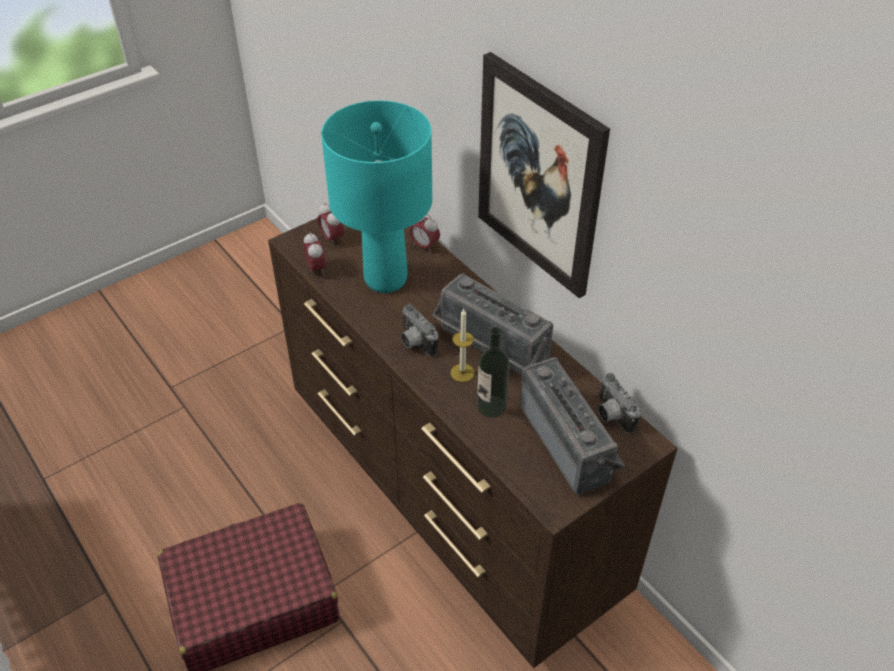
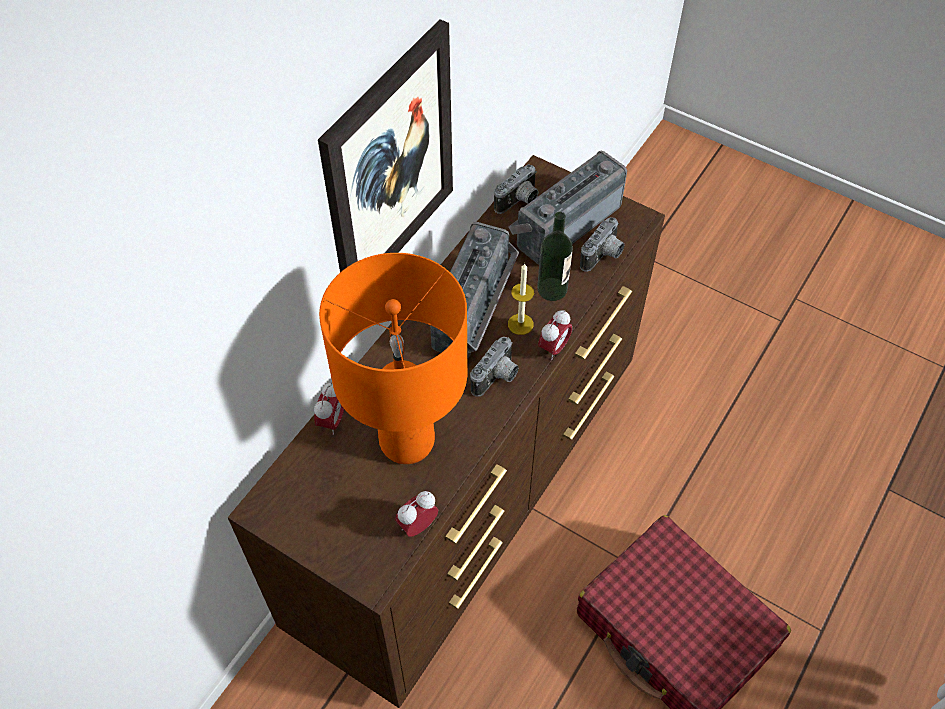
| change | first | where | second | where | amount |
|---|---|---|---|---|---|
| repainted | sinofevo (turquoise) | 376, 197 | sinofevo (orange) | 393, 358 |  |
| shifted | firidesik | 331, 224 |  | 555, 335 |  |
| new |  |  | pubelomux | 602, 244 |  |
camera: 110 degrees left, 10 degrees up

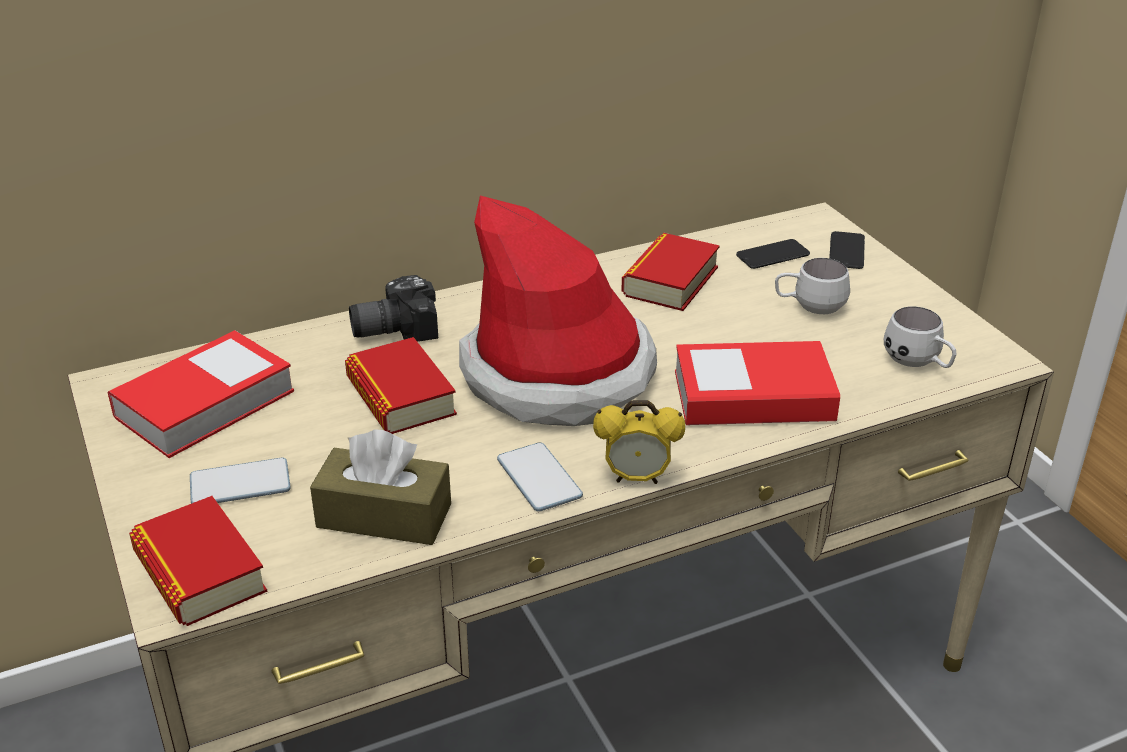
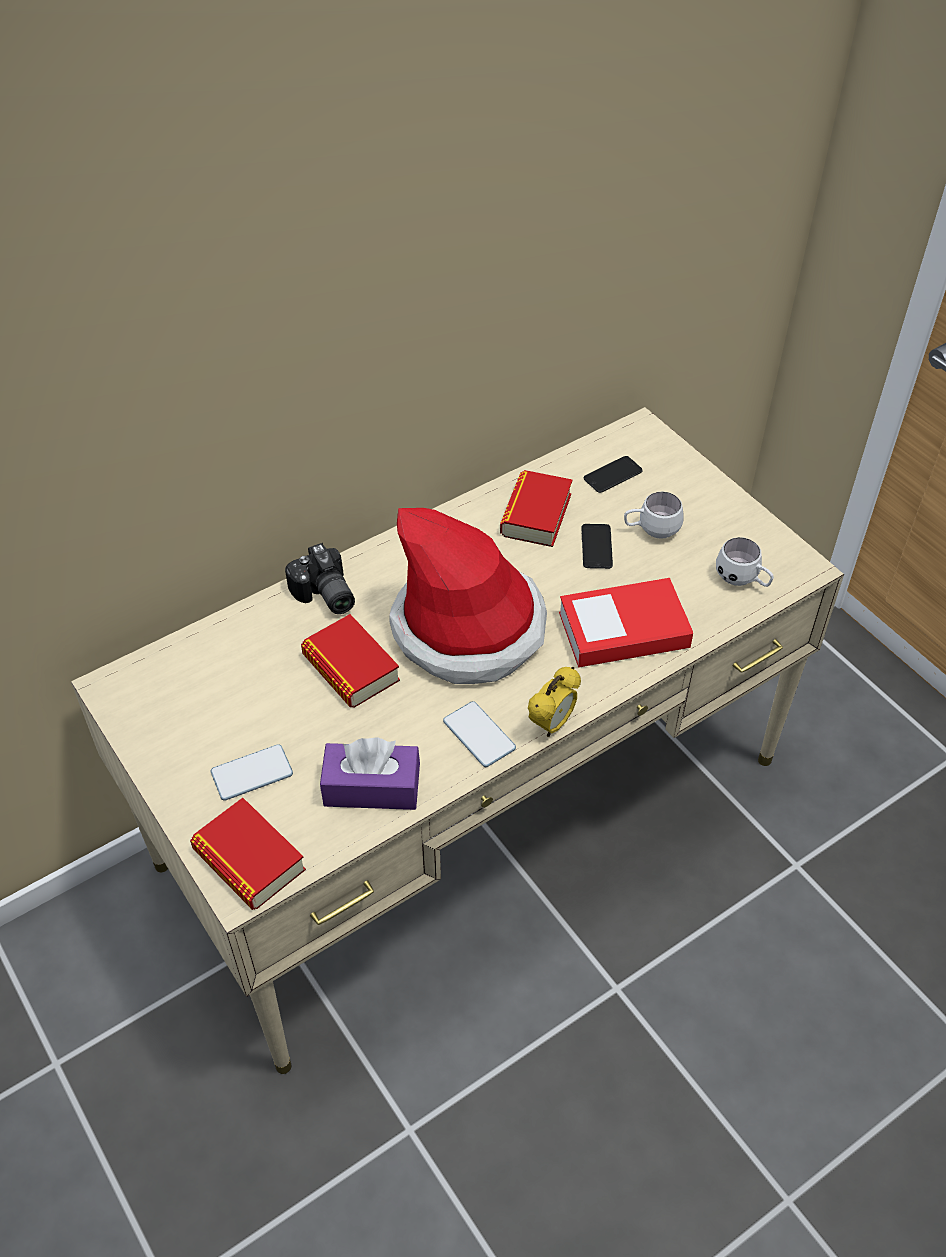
| change | first | where | second | where | amount |
|---|---|---|---|---|---|
| rotated | pubelomux | 393, 308 |  | 320, 578 | 90 degrees counterclockwise |
| repainted | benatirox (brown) | 380, 487 | benatirox (purple) | 370, 773 |  |
| rotated | firidesik | 639, 442 |  | 554, 702 | 45 degrees counterclockwise |
| shifted | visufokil | 847, 250 |  | 597, 546 |  |
| gone | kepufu | 200, 394 |  |  |  |
camera: 10 degrees left, 15 degrees up

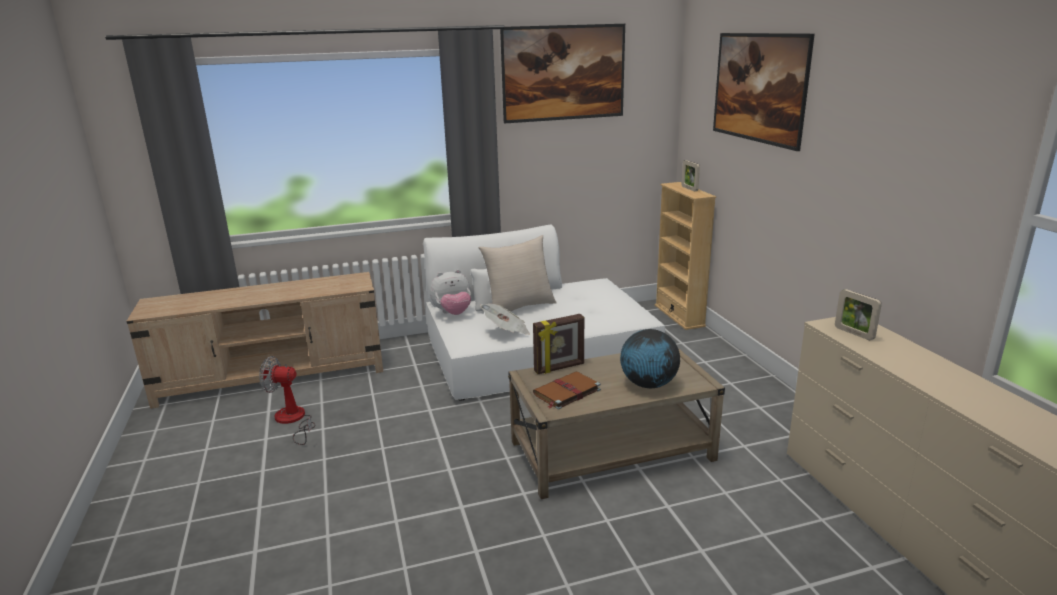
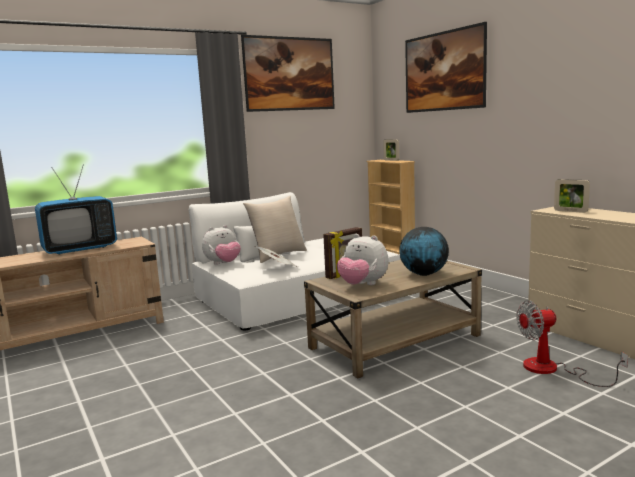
| change | first | where | second | where | amount |
|---|---|---|---|---|---|
| new |  |  | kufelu | 76, 211 |  |
| swapped | kepufu (brown) | 567, 390 | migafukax | 362, 259 |  |
| shifted | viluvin | 287, 400 |  | 572, 343 |  |
camera: 15 degrees left, 10 degrees down

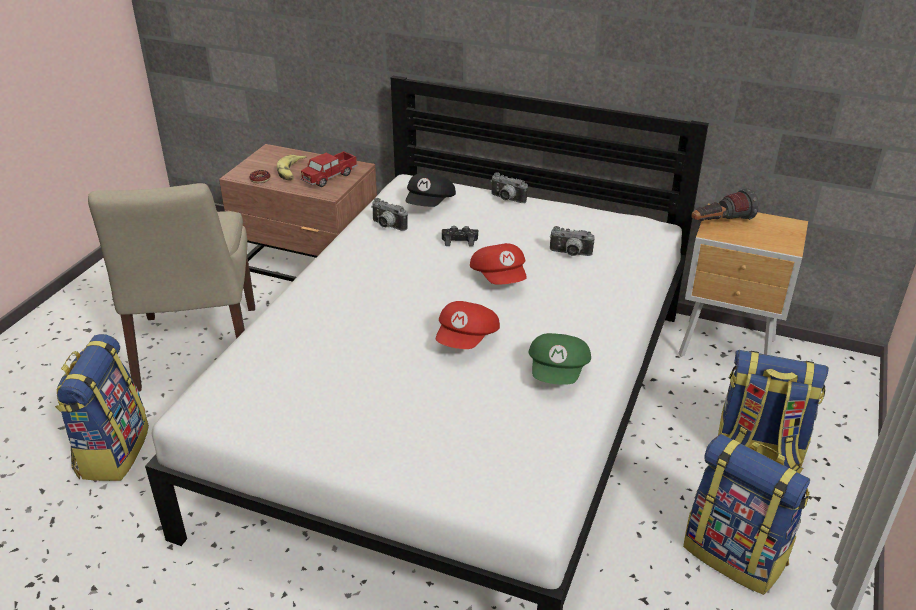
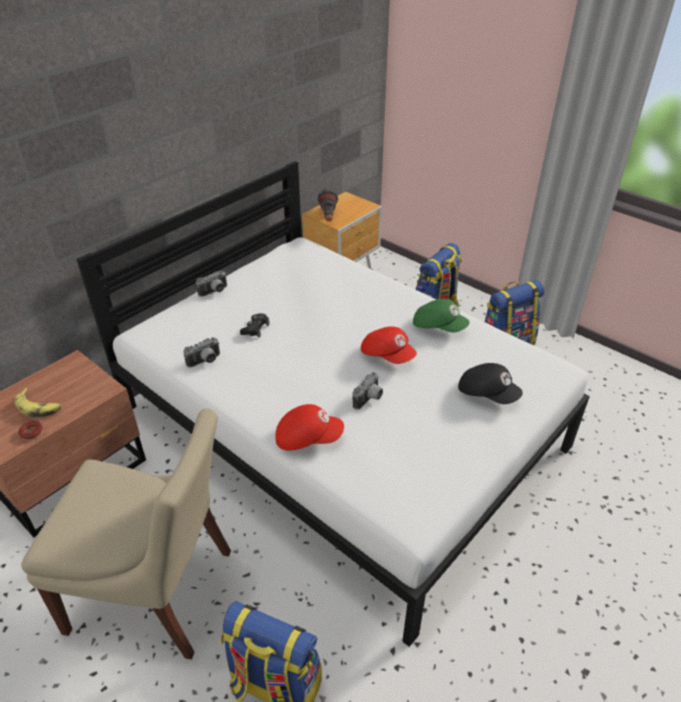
| change | first | where | second | where | amount |
|---|---|---|---|---|---|
| shifted | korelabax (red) | 498, 263 |  | 309, 427 |  |
| shifted | pubelomux | 572, 241 |  | 368, 391 |  |
| shifted | korelabax (black) | 430, 190 |  | 490, 383 |  |
| gone | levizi | 329, 169 |  |  |  |
camera: 70 degrees left, 5 degrees up

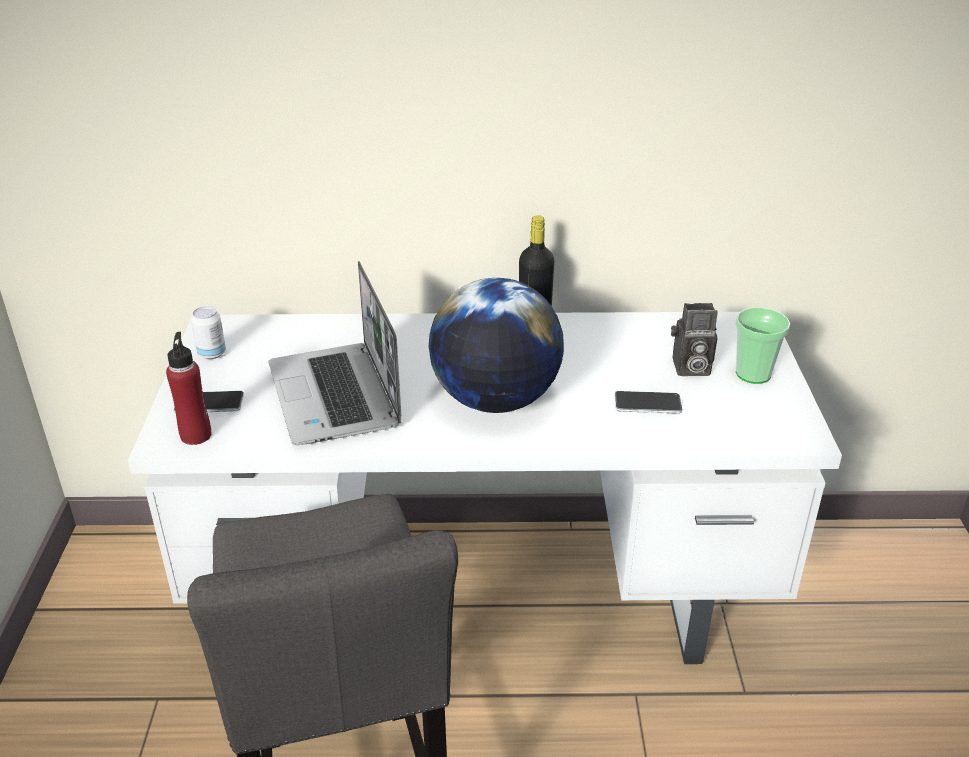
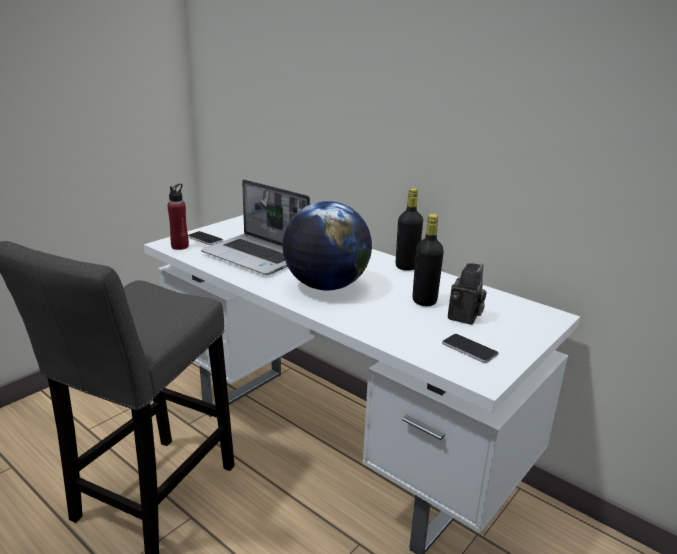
| change | first | where | second | where | amount |
|---|---|---|---|---|---|
| rotated | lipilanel | 335, 353 |  | 255, 227 | 75 degrees counterclockwise |
| new |  |  | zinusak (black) | 428, 260 |  |
| shifted | visufokil | 648, 402 |  | 470, 348 |  |
| rotated | pubelomux | 694, 339 |  | 467, 294 | 105 degrees counterclockwise |
| gone | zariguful | 208, 332 |  |  |  |
| gone | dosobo | 762, 346 |  |  |  |
camera: 40 degrees right, 10 degrees down

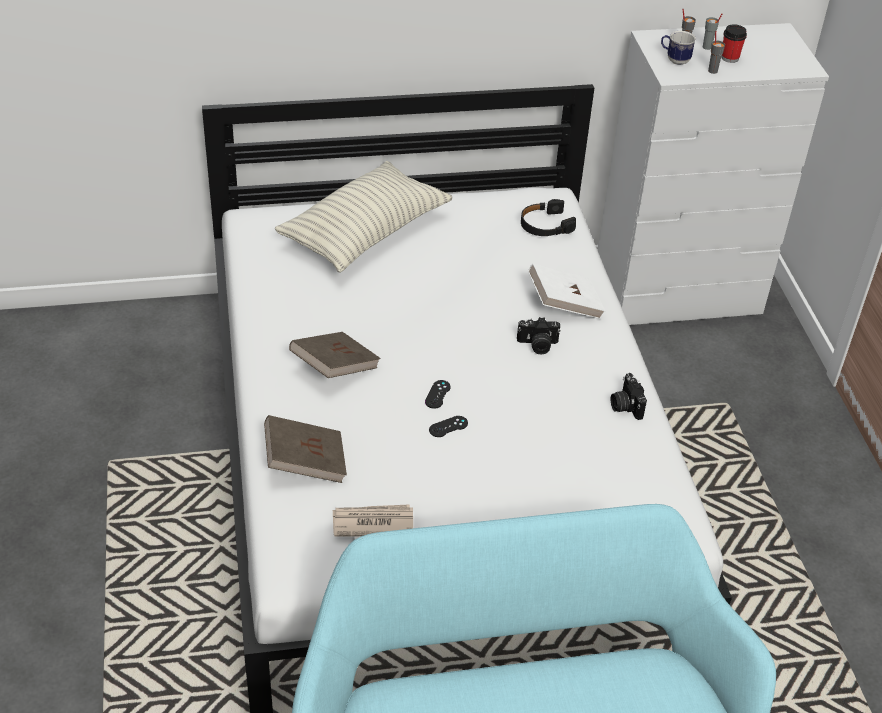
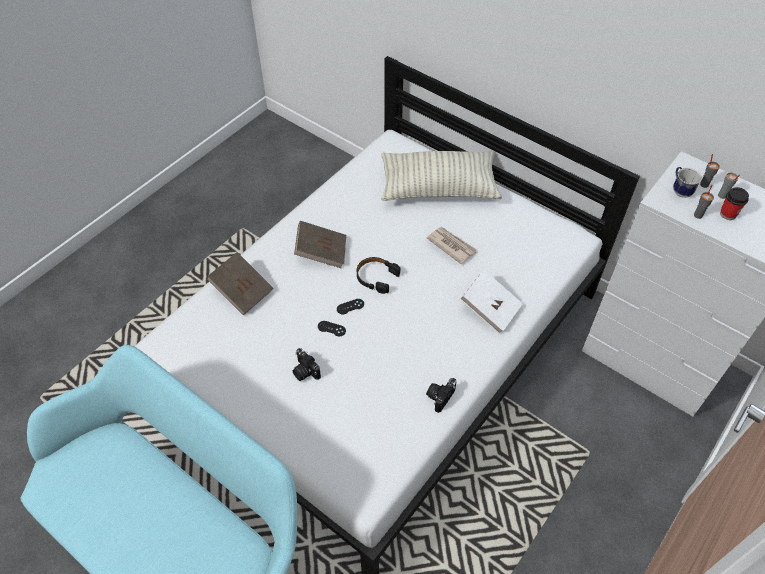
| change | first | where | second | where | amount |
|---|---|---|---|---|---|
| shifted | pubelomux | 539, 335 |  | 306, 364 |  |
| shifted | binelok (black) | 548, 217 |  | 379, 275 |  |
| shifted | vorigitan | 373, 521 |  | 452, 245 |  |
camera: 50 degrees right, 10 degrees up

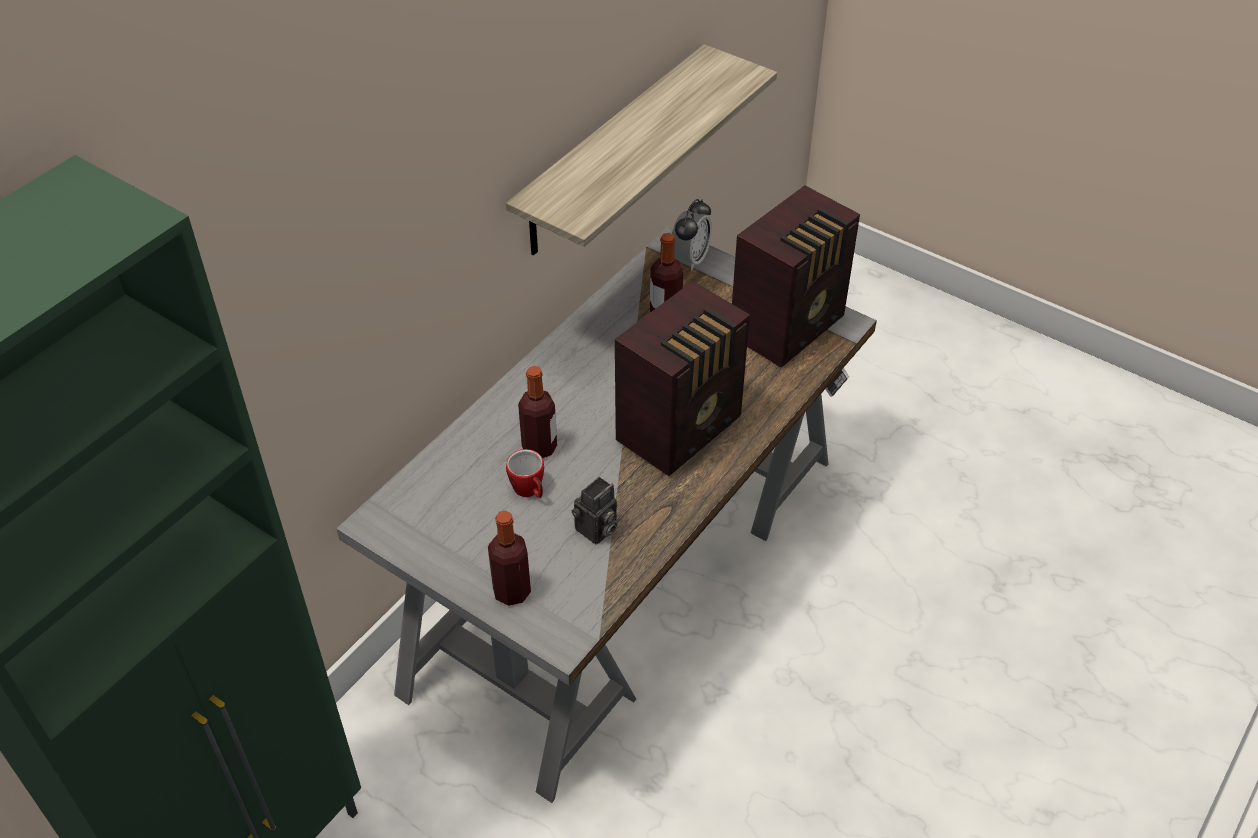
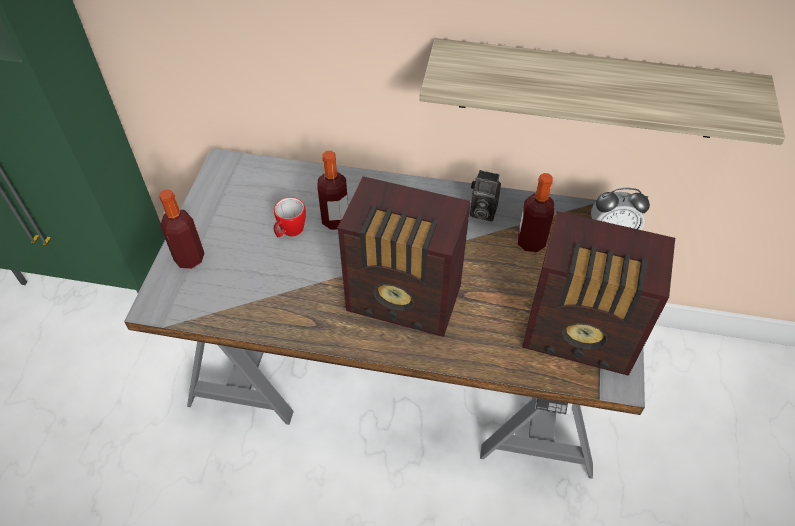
| change | first | where | second | where | amount |
|---|---|---|---|---|---|
| shifted | pubelomux | 594, 510 |  | 485, 195 |  |
camera: 65 degrees right, 5 degrees up

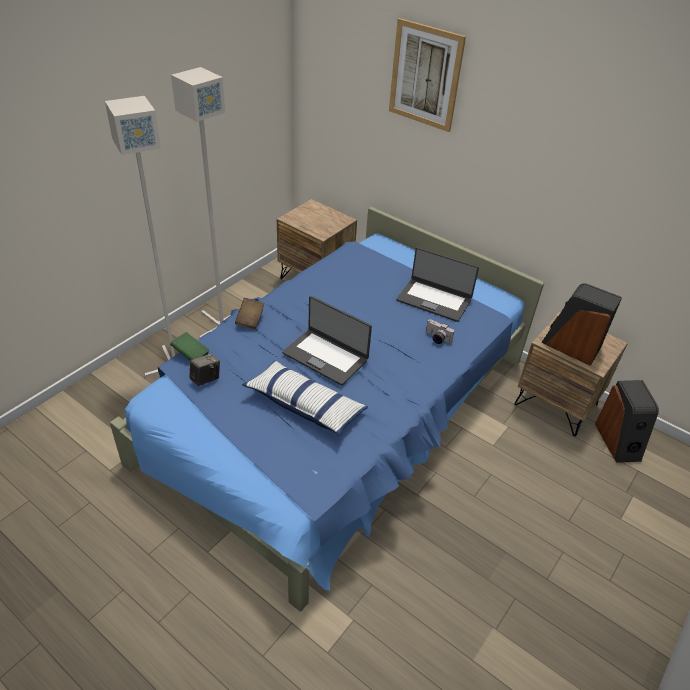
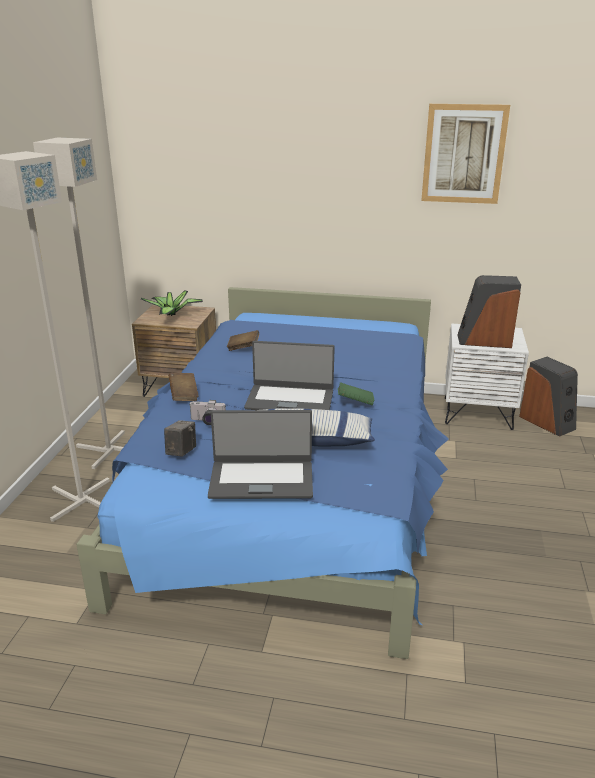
| change | first | where | second | where | amount |
|---|---|---|---|---|---|
| new |  |  | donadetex | 172, 303 |  |
| shifted | pubelomux | 440, 331 |  | 207, 412 |  |
| shifted | lipilanel | 437, 284 |  | 260, 454 |  |
| new |  |  | kepufu (brown) | 243, 340 |  |
| shifted | kepufu (green) | 190, 346 |  | 356, 393 |  |
| shifted | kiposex | 427, 75 |  | 465, 154 |  |
| repainted | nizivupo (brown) | 571, 374 | nizivupo (white) | 487, 377 |  |
camera: 25 degrees left, 15 degrees down

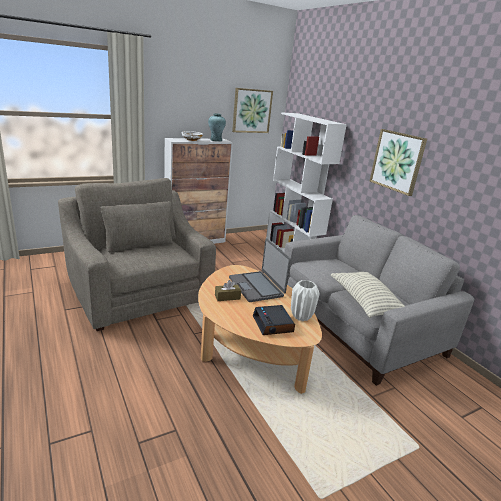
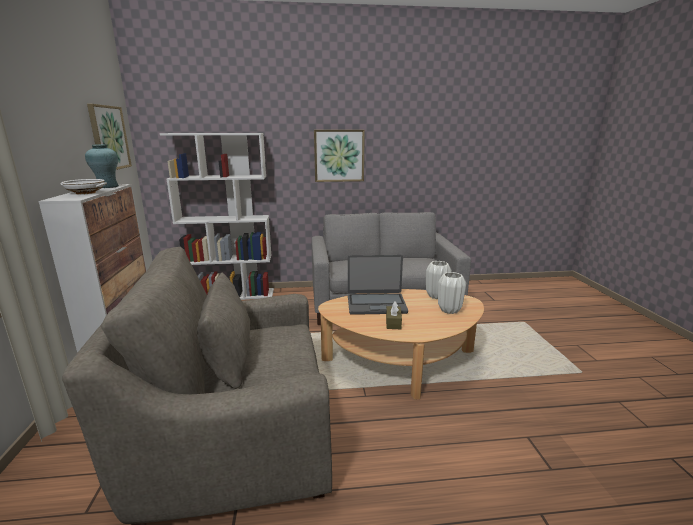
| change | first | where | second | where | amount |
|---|---|---|---|---|---|
| swapped | firidesik | 274, 320 | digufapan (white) | 452, 293 |  |
| gone | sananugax | 368, 295 |  |  |  |
camera: 65 degrees left, 5 degrees down

